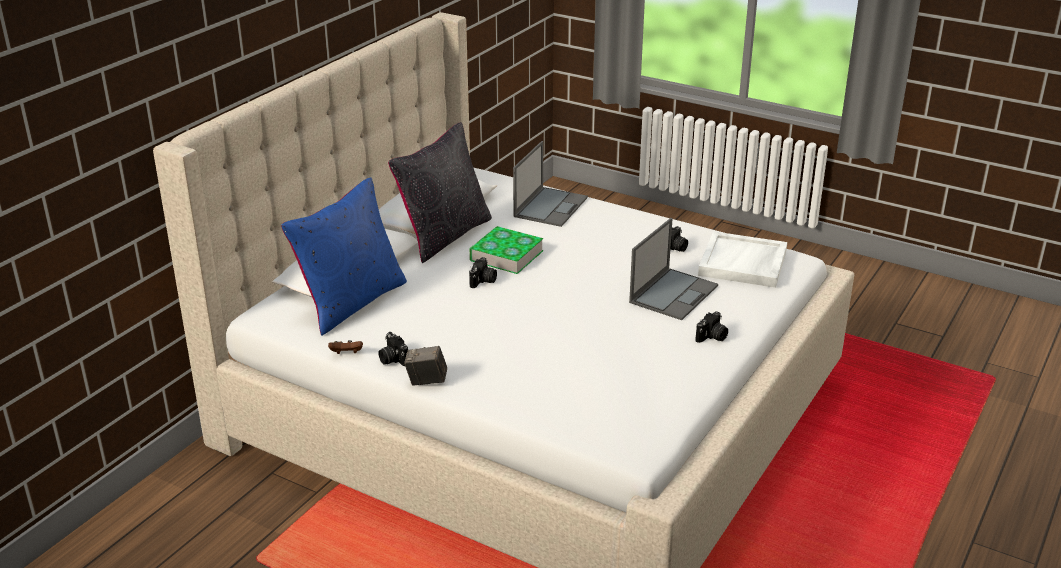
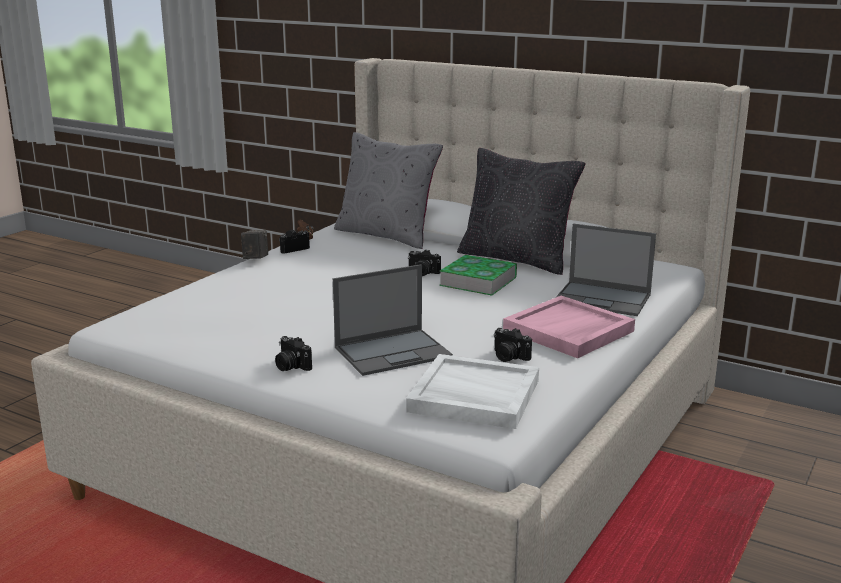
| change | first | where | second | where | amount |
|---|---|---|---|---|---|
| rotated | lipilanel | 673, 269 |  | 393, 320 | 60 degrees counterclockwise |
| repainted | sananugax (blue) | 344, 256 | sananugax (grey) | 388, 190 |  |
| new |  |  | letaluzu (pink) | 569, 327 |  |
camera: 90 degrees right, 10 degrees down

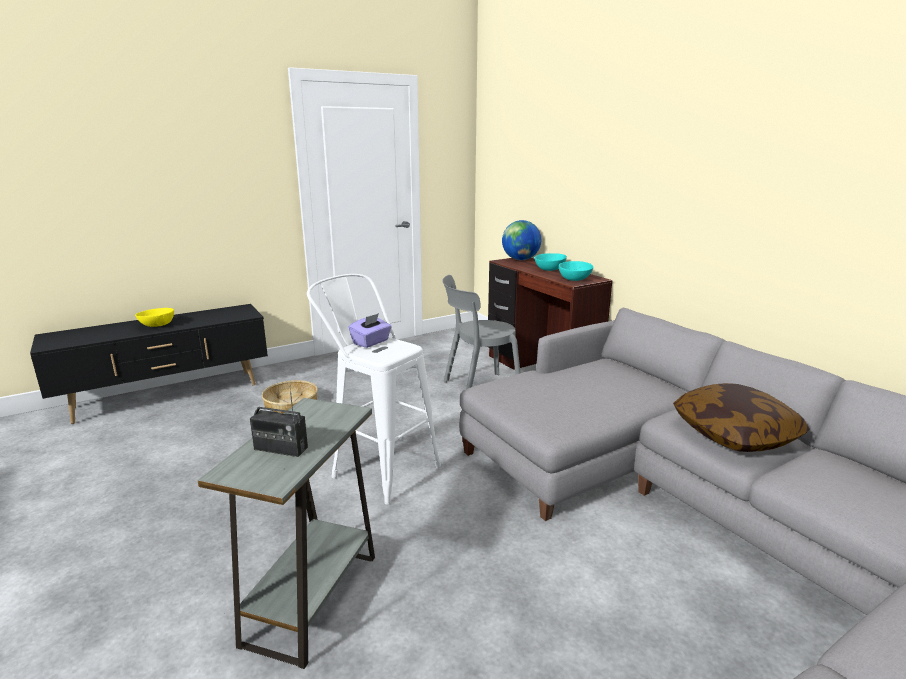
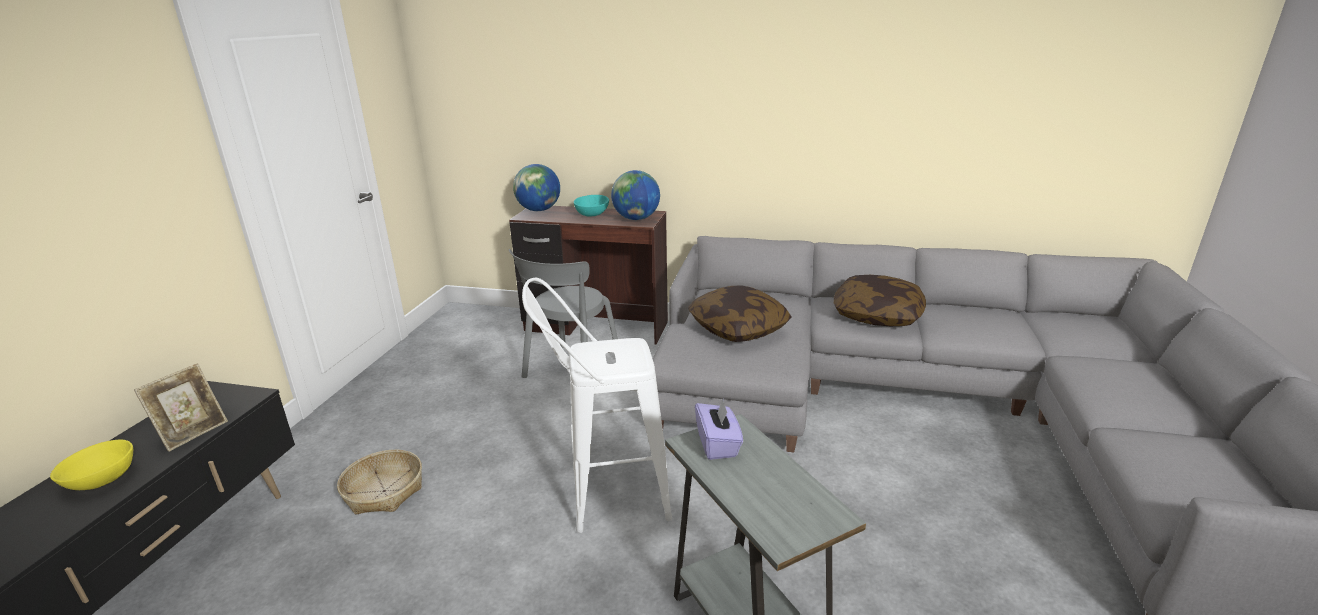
| change | first | where | second | where | amount |
|---|---|---|---|---|---|
| new |  |  | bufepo | 181, 407 |  |
| swapped | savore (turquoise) | 576, 271 | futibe | 635, 195 |  |
| new |  |  | sananugax | 740, 313 |  |
| shifted | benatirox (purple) | 370, 330 |  | 719, 430 |  |
| gone | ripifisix | 279, 421 |  |  |  |
camera: 45 degrees left, 5 degrees up

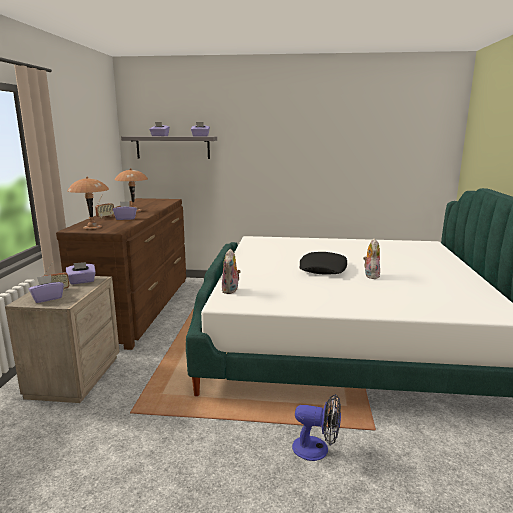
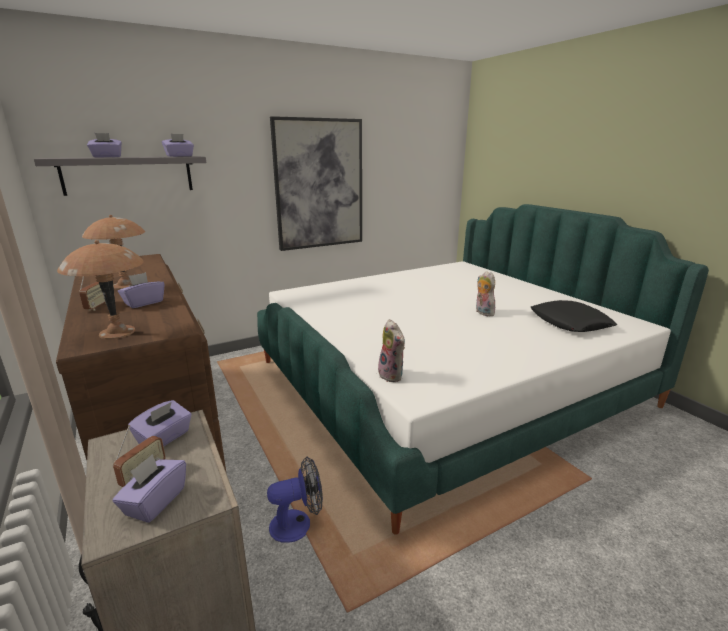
| change | first | where | second | where | amount |
|---|---|---|---|---|---|
| shifted | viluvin | 316, 427 |  | 295, 500 |  |
| new |  |  | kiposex | 316, 183 |  |
| shifted | sananugax (black) | 323, 263 |  | 574, 316 |  |
camera: 35 degrees left, 5 degrees up

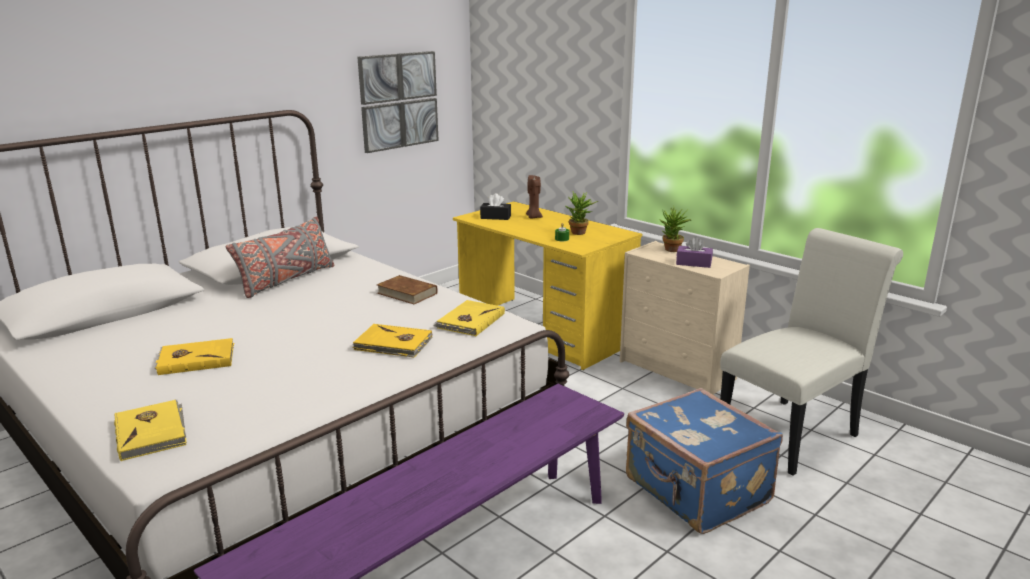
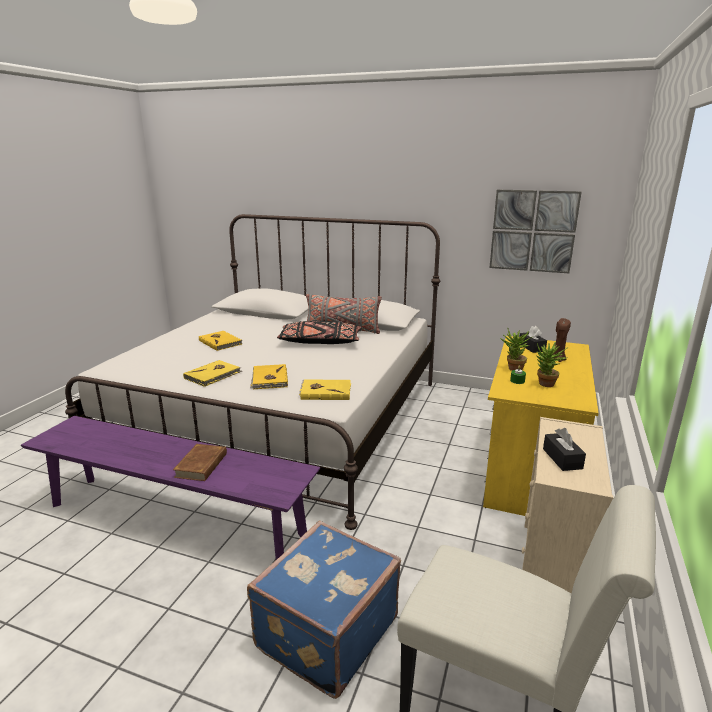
| change | first | where | second | where | amount |
|---|---|---|---|---|---|
| shifted | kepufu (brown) | 407, 289 |  | 200, 462 |  |
| shifted | kepufu (yellow) | 150, 430 |  | 212, 373 |  |
| new |  |  | sananugax (black) | 319, 332 |  |
| shifted | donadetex | 675, 229 |  | 516, 349 |  |
| repainted | benatirox (purple) | 694, 252 | benatirox (black) | 564, 449 |  |
camera: 65 degrees right, 0 degrees up

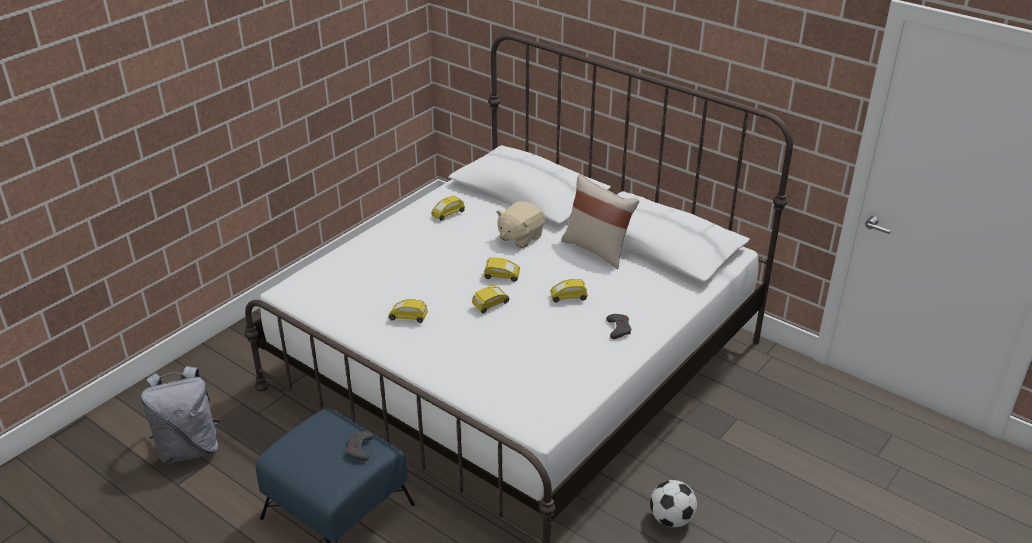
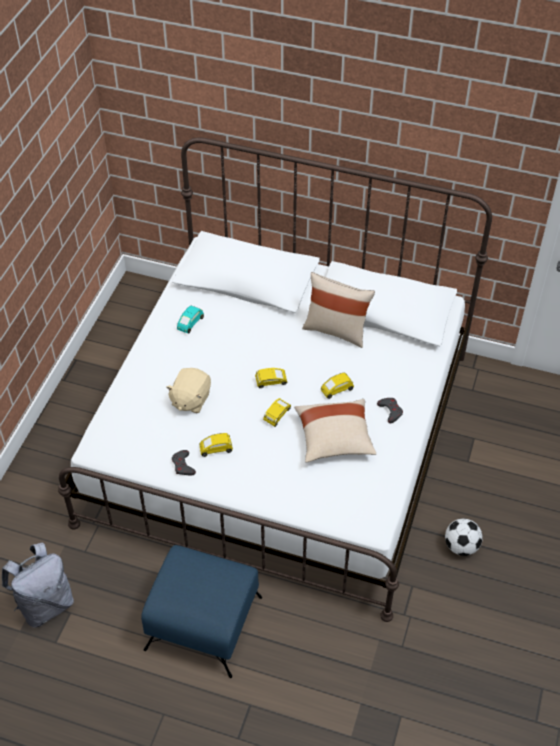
| change | first | where | second | where | amount |
|---|---|---|---|---|---|
| shifted | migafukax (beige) | 520, 225 |  | 188, 390 |  |
| shifted | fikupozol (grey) | 359, 446 |  | 184, 463 |  |
| repainted | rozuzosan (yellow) | 448, 208 | rozuzosan (turquoise) | 190, 319 |  |
| new |  |  | sananugax (beige) | 335, 431 |  |
camera: 20 degrees left, 15 degrees up

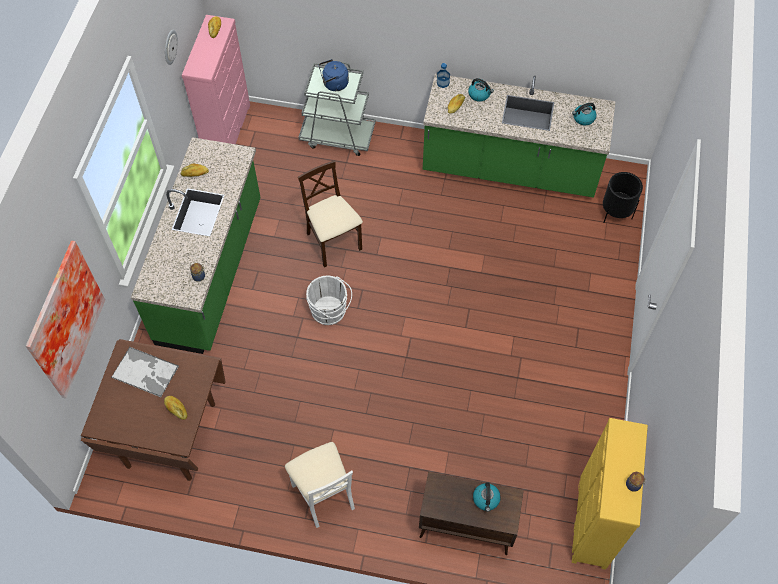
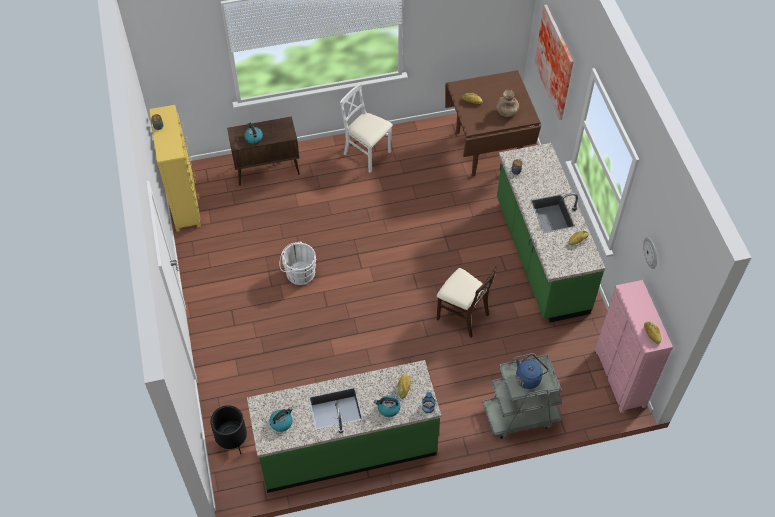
| change | first | where | second | where | amount |
|---|---|---|---|---|---|
| shifted | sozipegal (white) | 329, 300 |  | 297, 263 |  |
| swapped | letaluzu | 145, 372 | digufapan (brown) | 507, 103 |  |
camera: 155 degrees right, 5 degrees down

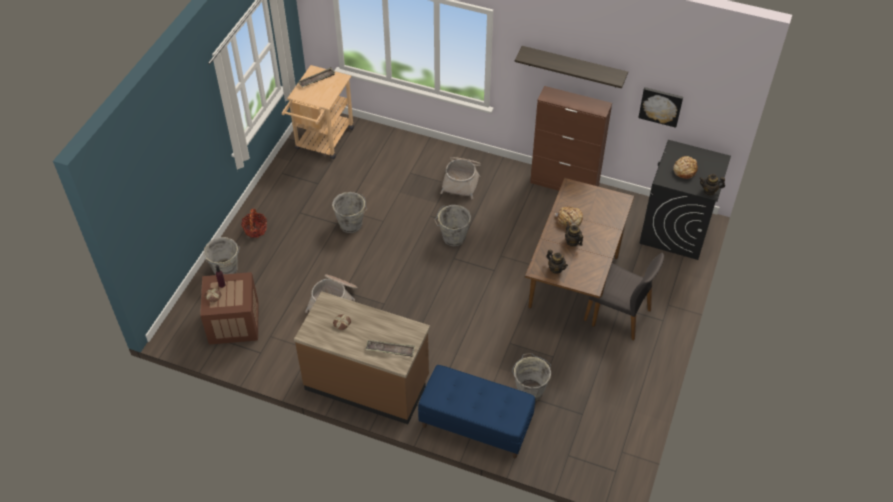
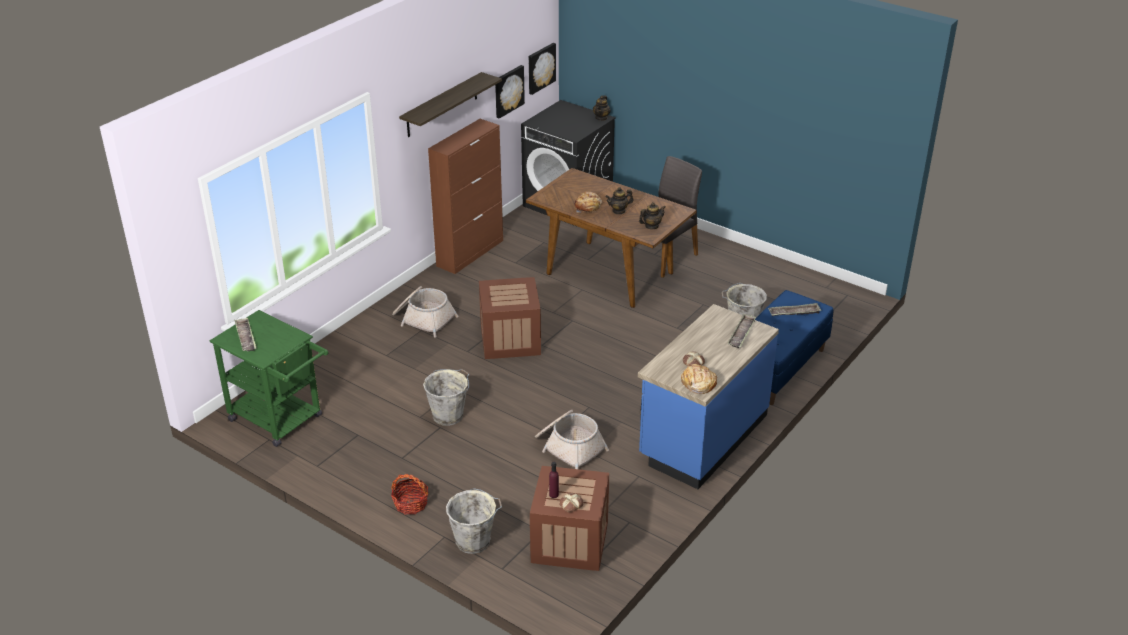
| change | first | where | second | where | amount |
|---|---|---|---|---|---|
| repainted | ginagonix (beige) | 318, 112 | ginagonix (green) | 269, 378 |  |
| swapped | sozipegal (grey) | 452, 225 | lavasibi | 510, 318 |  |
| new |  |  | kiposex | 542, 69 |  |
| repainted | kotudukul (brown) | 362, 357 | kotudukul (blue) | 708, 396 |  |
| shifted | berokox | 685, 167 |  | 699, 379 |  |
| new |  |  | letaluzu | 794, 309 |  |
camera: 75 degrees left, 15 degrees down

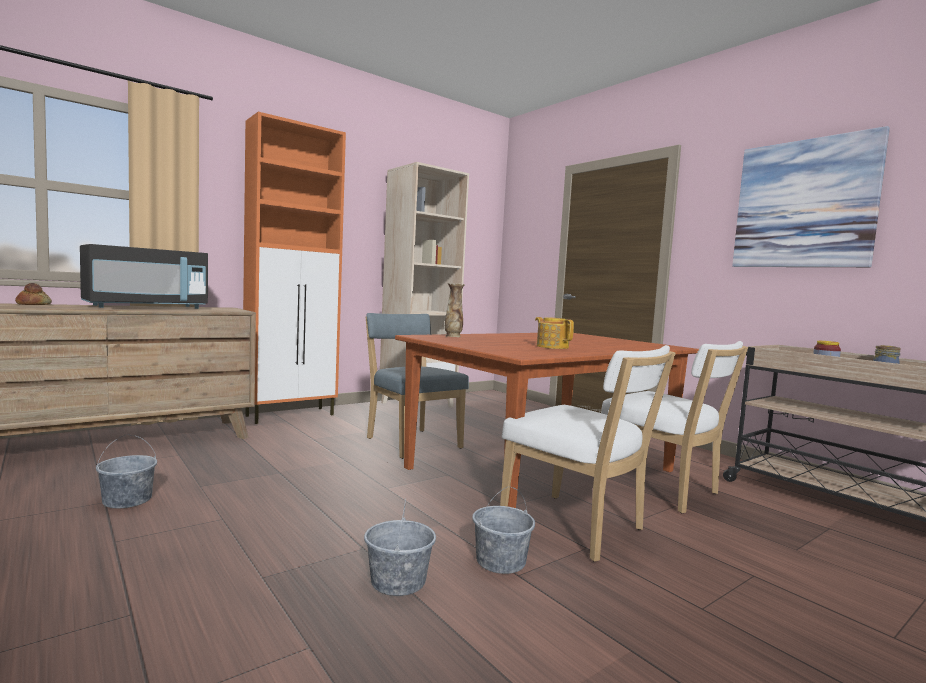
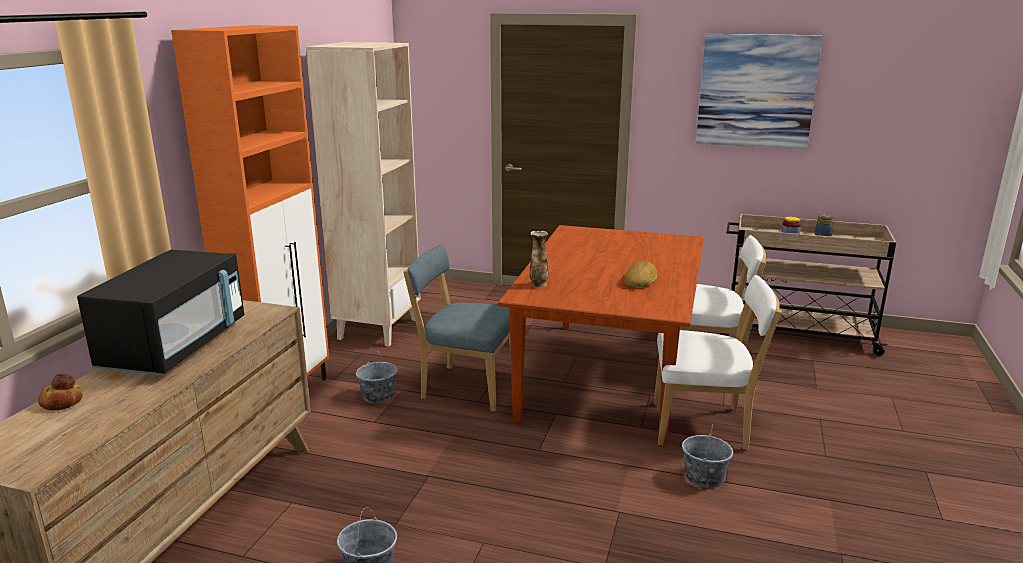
| change | first | where | second | where | amount |
|---|---|---|---|---|---|
| shifted | sozipegal (grey) | 400, 547 |  | 377, 376 |  |
| swapped | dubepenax | 554, 333 | berokox | 640, 274 |  |
camera: 35 degrees left, 15 degrees up

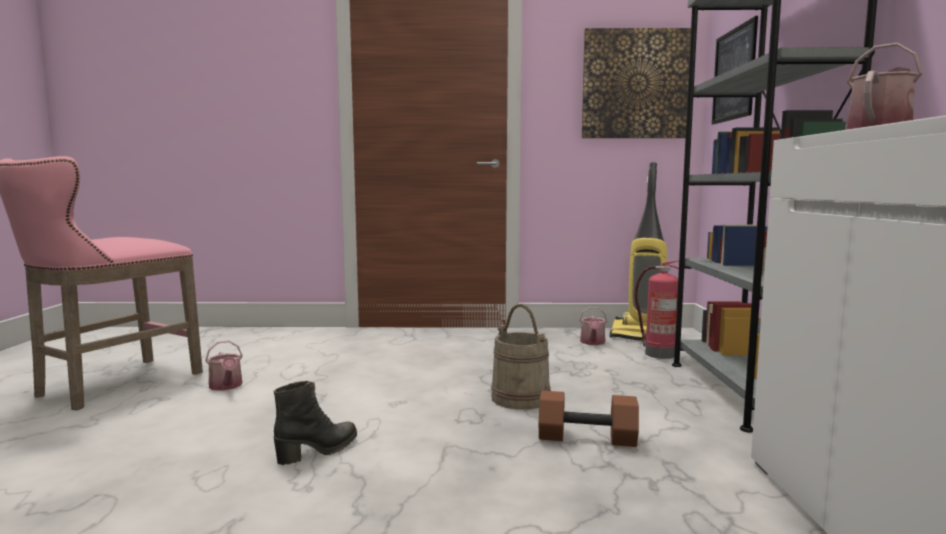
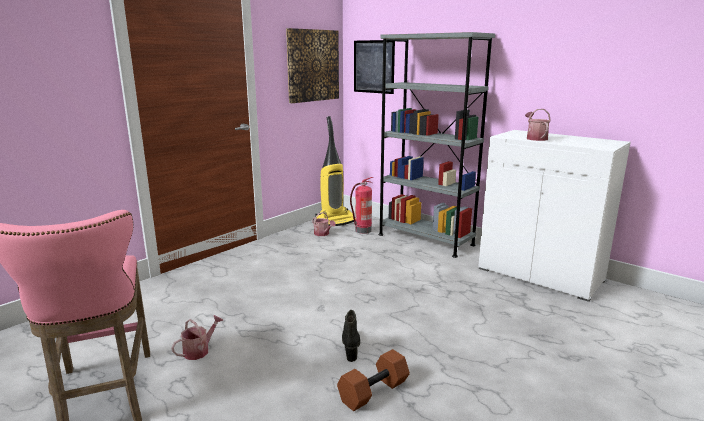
| change | first | where | second | where | amount |
|---|---|---|---|---|---|
| rotated | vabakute | 224, 365 |  | 197, 337 | 60 degrees counterclockwise |
| shifted | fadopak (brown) | 589, 419 |  | 373, 380 |  |
| gone | sozipegal (beige) | 521, 357 |  |  |  |
camera: 50 degrees left, 10 degrees up

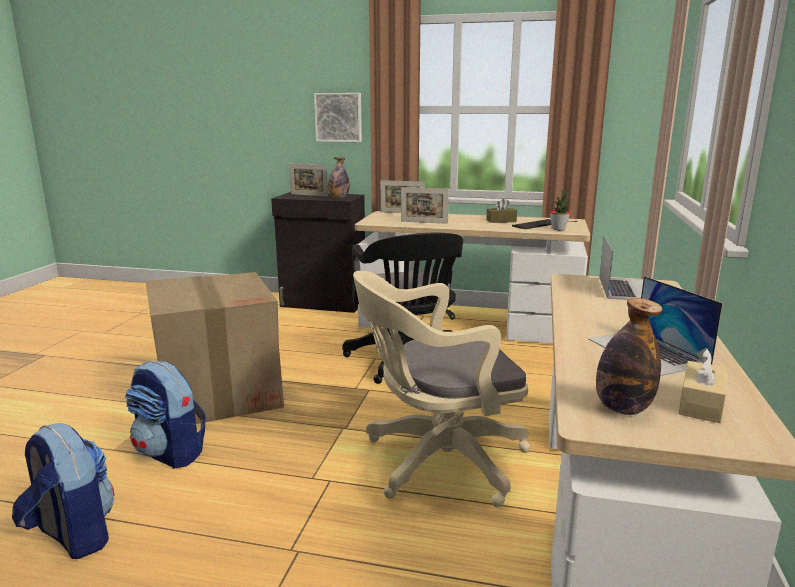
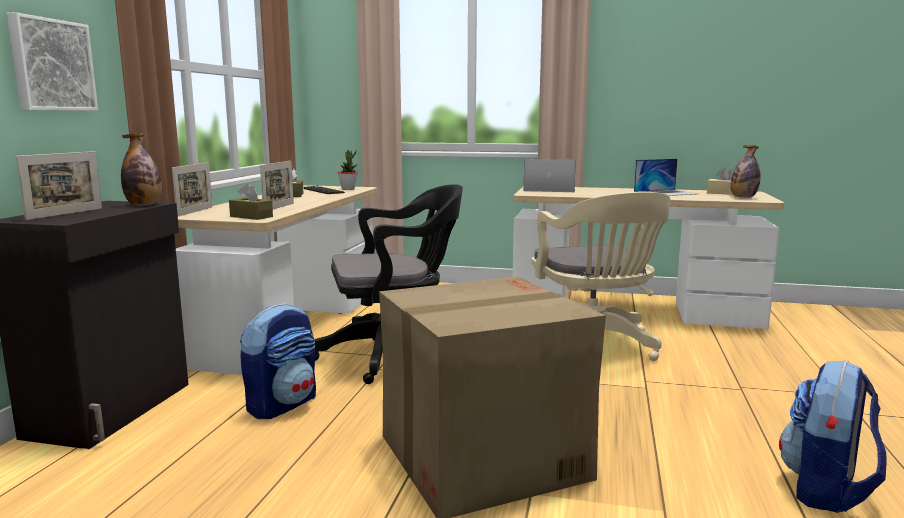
| change | first | where | second | where | amount |
|---|---|---|---|---|---|
| new |  |  | benatirox (brown) | 251, 201 |  |
| shifted | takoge | 165, 415 |  | 278, 361 |  |
camera: 90 degrees left, 5 degrees down

